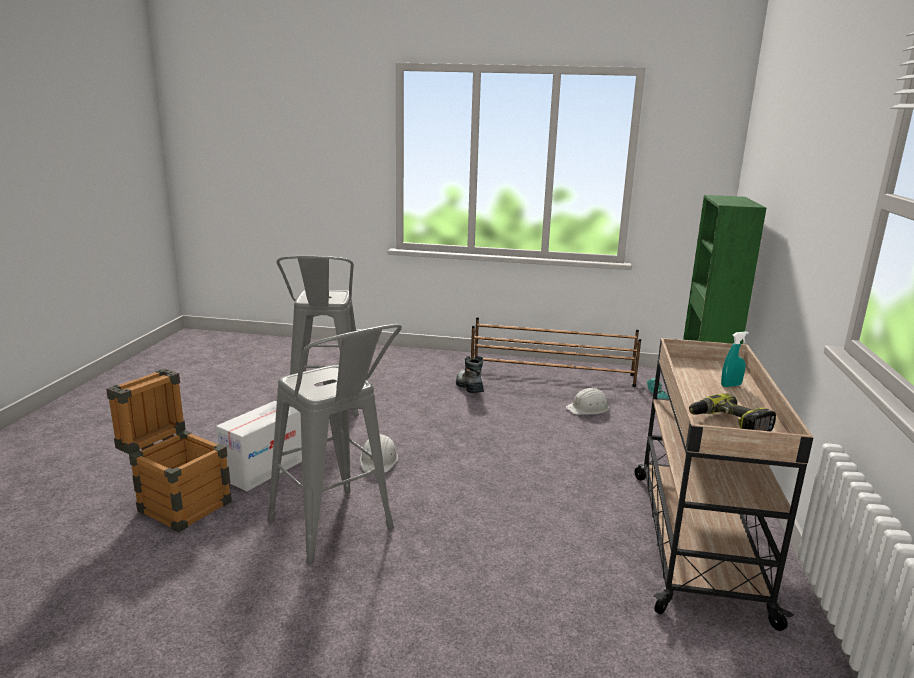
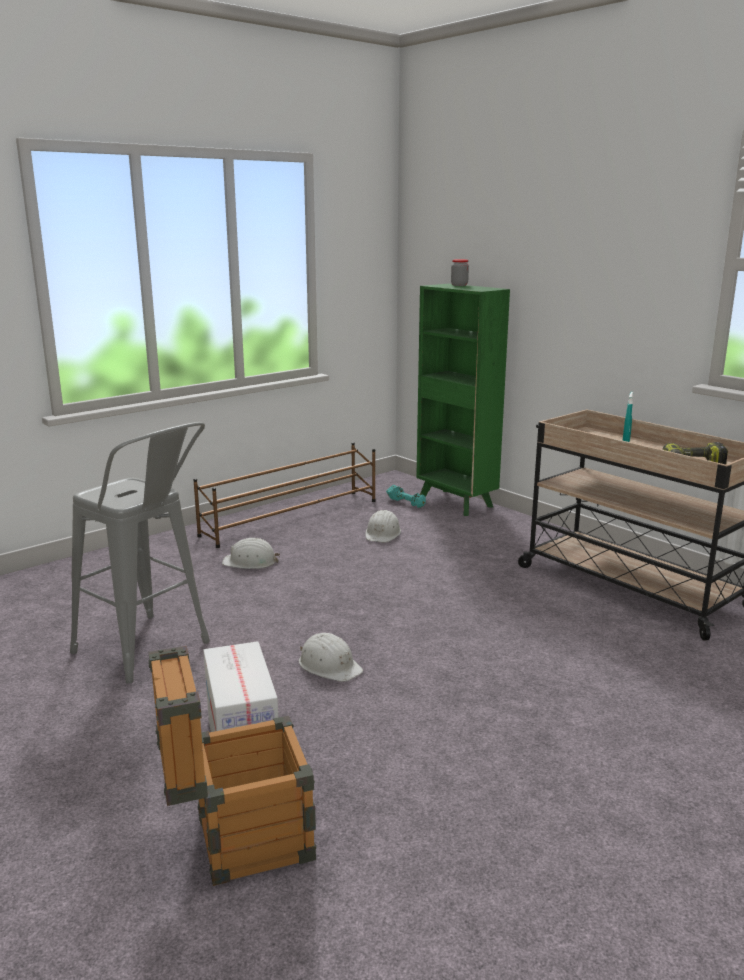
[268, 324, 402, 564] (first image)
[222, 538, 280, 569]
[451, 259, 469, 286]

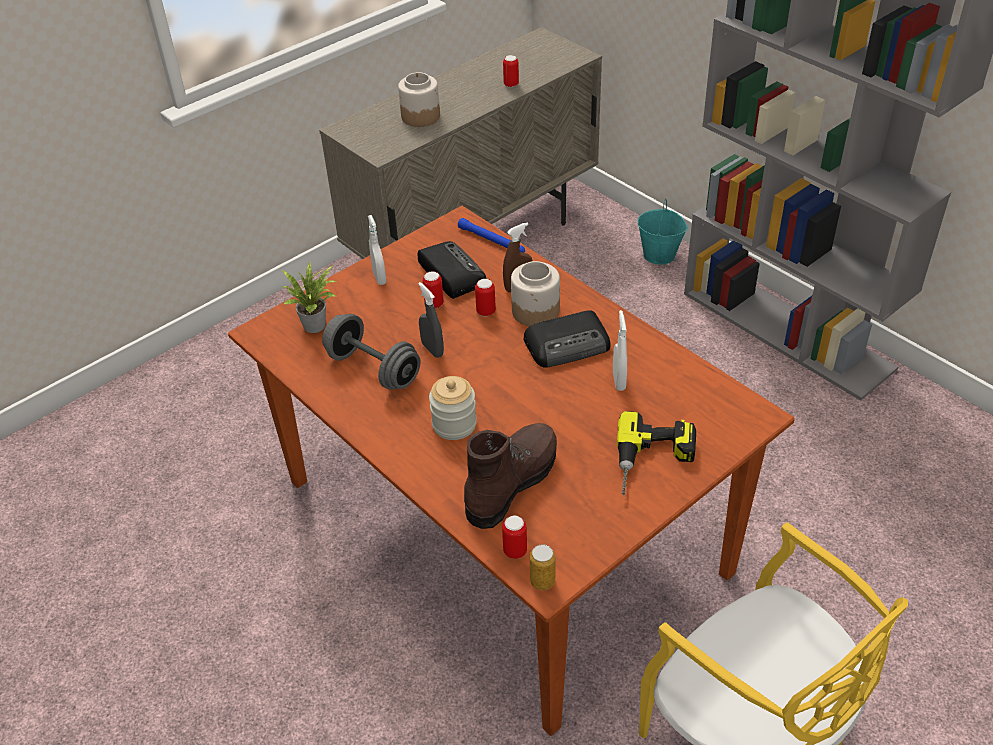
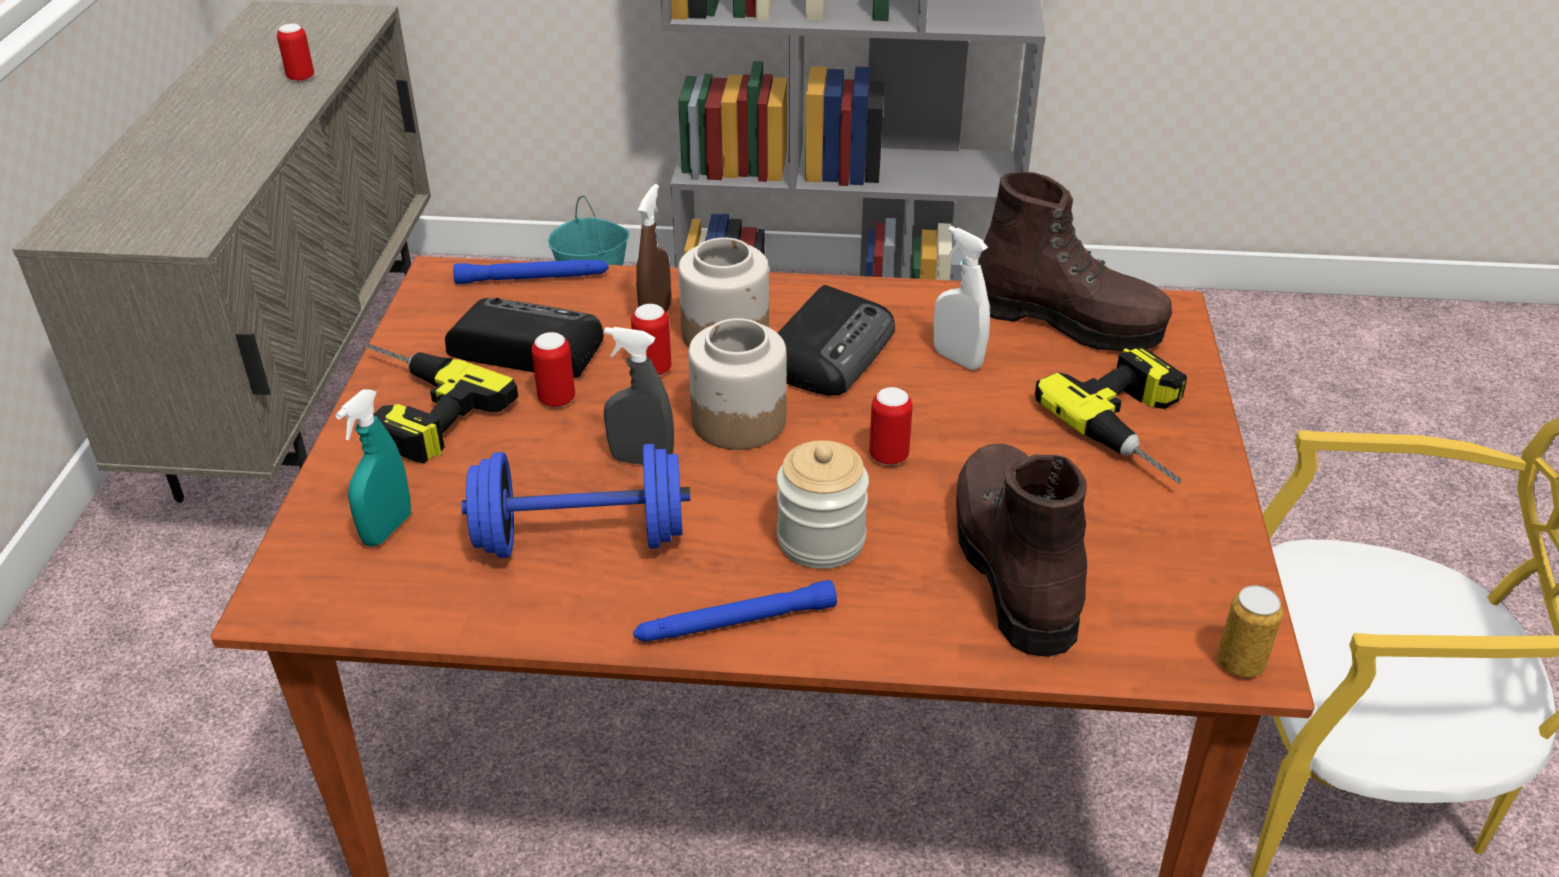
[335, 389, 411, 547]
[461, 444, 690, 558]
[367, 344, 518, 463]
[688, 318, 787, 450]
[869, 387, 913, 465]
[633, 580, 837, 642]
[978, 172, 1172, 351]

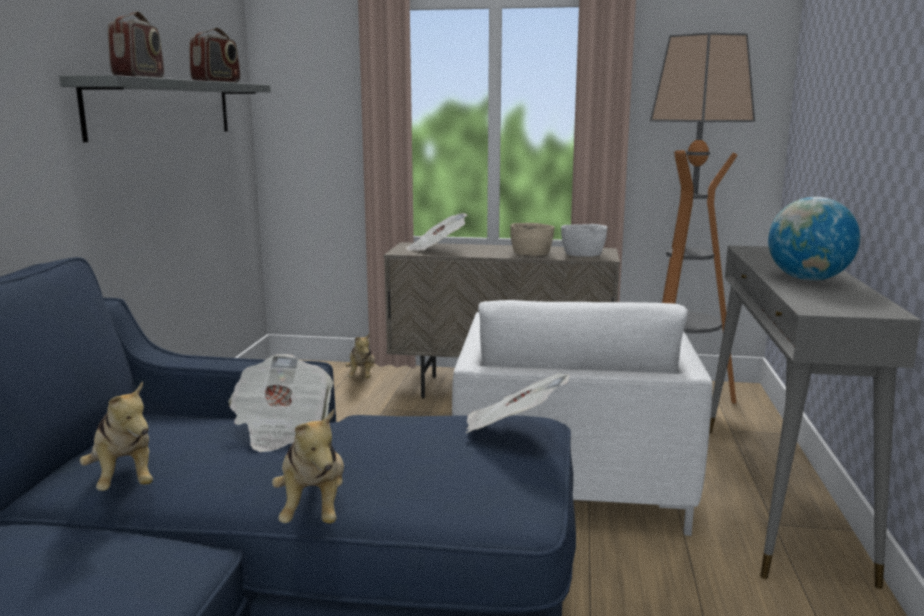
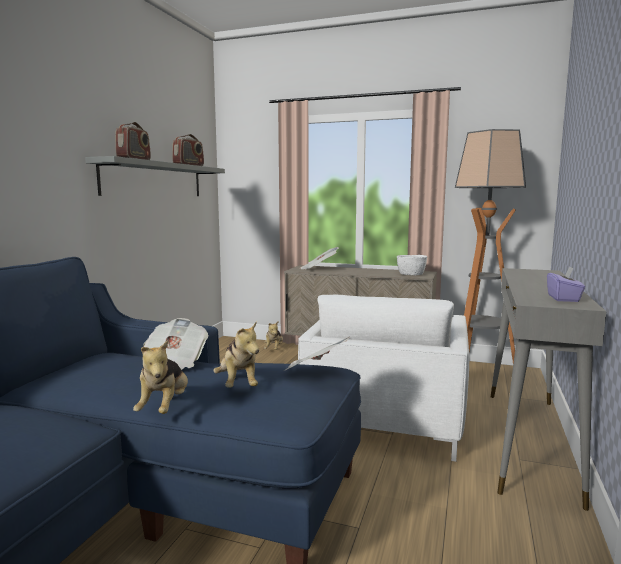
[213, 322, 259, 388]
[510, 223, 555, 256] (first image)
[768, 197, 860, 281] (first image)
[547, 266, 585, 302]

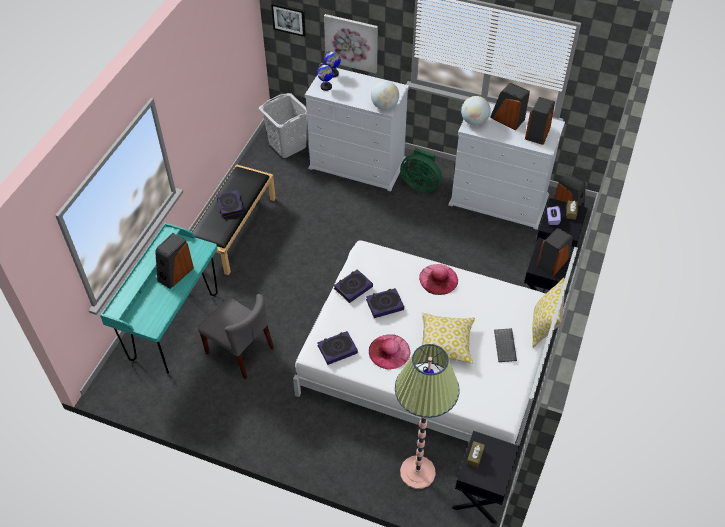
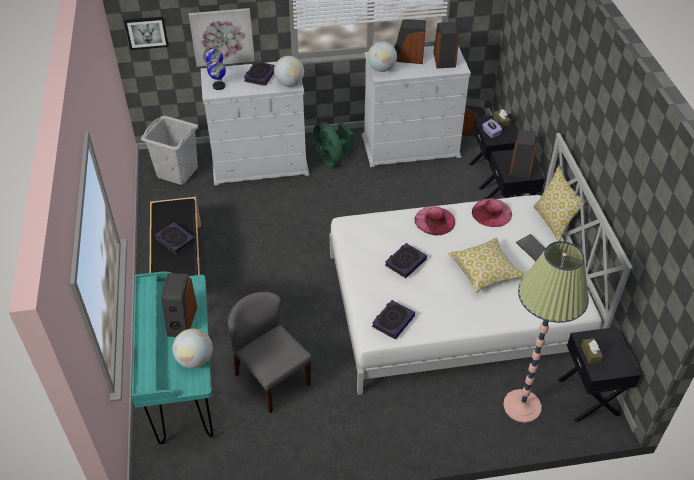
[228, 292, 312, 413]
[244, 61, 275, 86]
[472, 198, 512, 227]
[313, 122, 354, 167]
[173, 328, 213, 368]

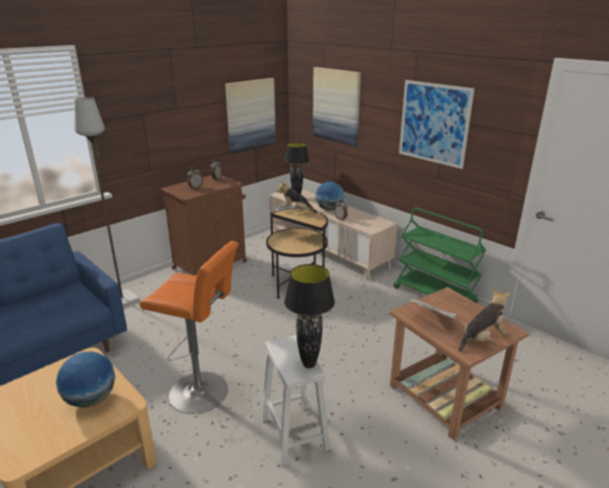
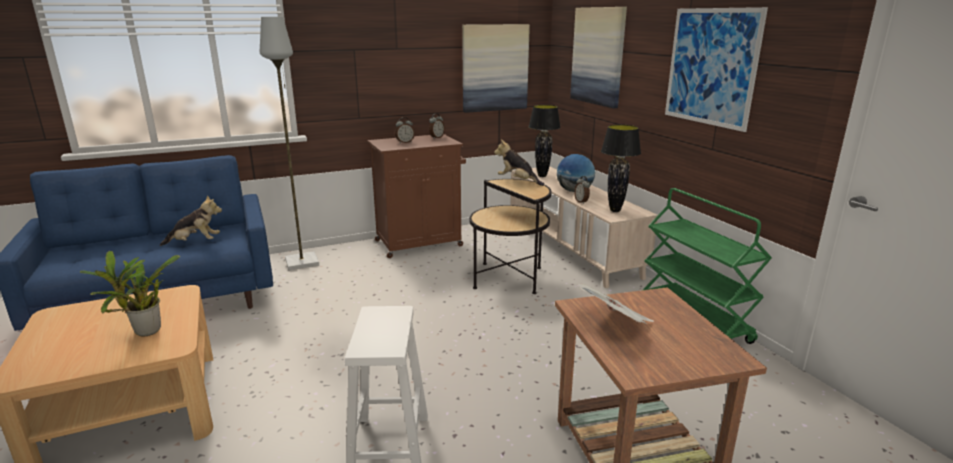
[80, 251, 180, 337]
[140, 241, 239, 414] (first image)
[601, 125, 641, 212]
[160, 195, 222, 246]

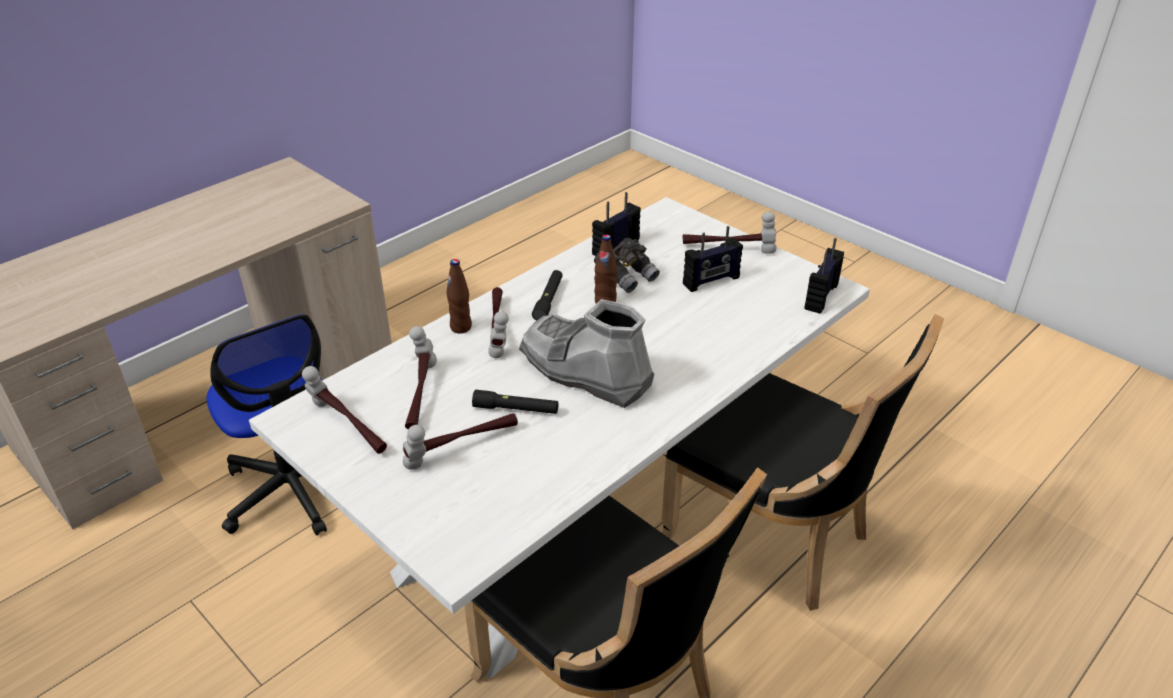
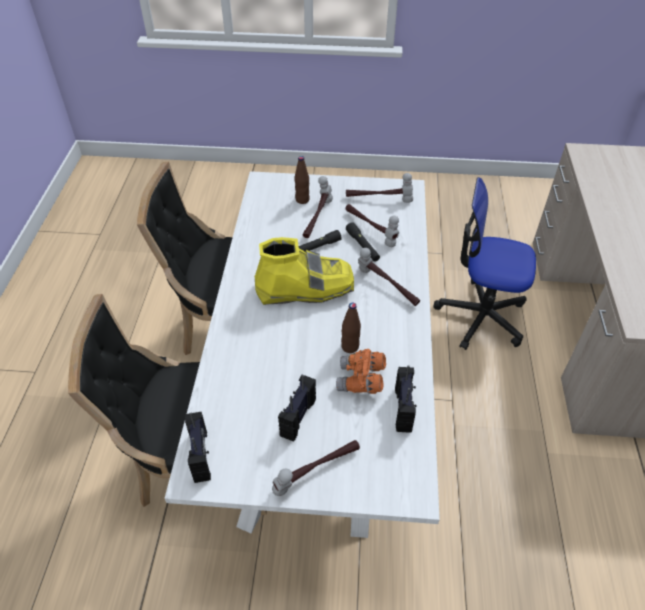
[294, 156, 310, 204]
[255, 237, 354, 305]
[346, 222, 380, 262]
[336, 349, 386, 394]

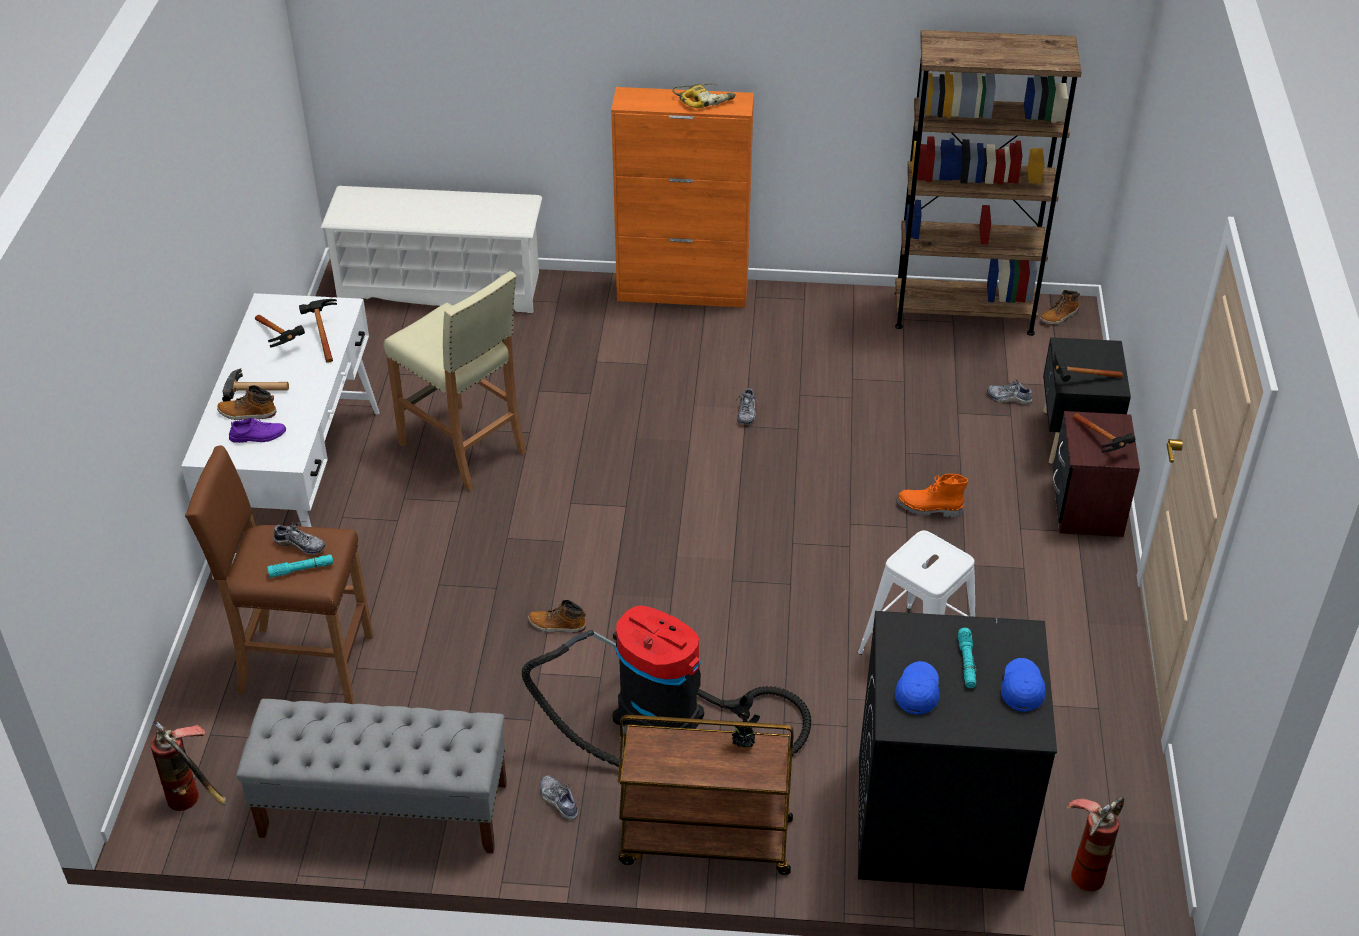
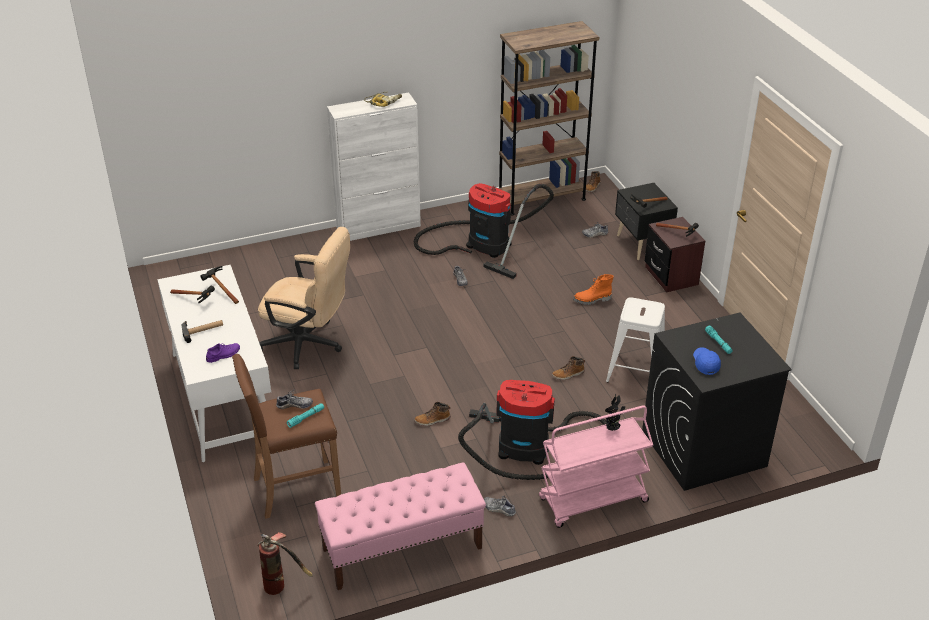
[552, 356, 585, 380]
[315, 462, 486, 590]
[321, 186, 542, 313] (first image)
[258, 227, 350, 369]
[327, 93, 421, 241]
[539, 405, 653, 528]
[1001, 658, 1046, 712] (first image)
[1067, 797, 1124, 891] (first image)
[414, 183, 554, 279]

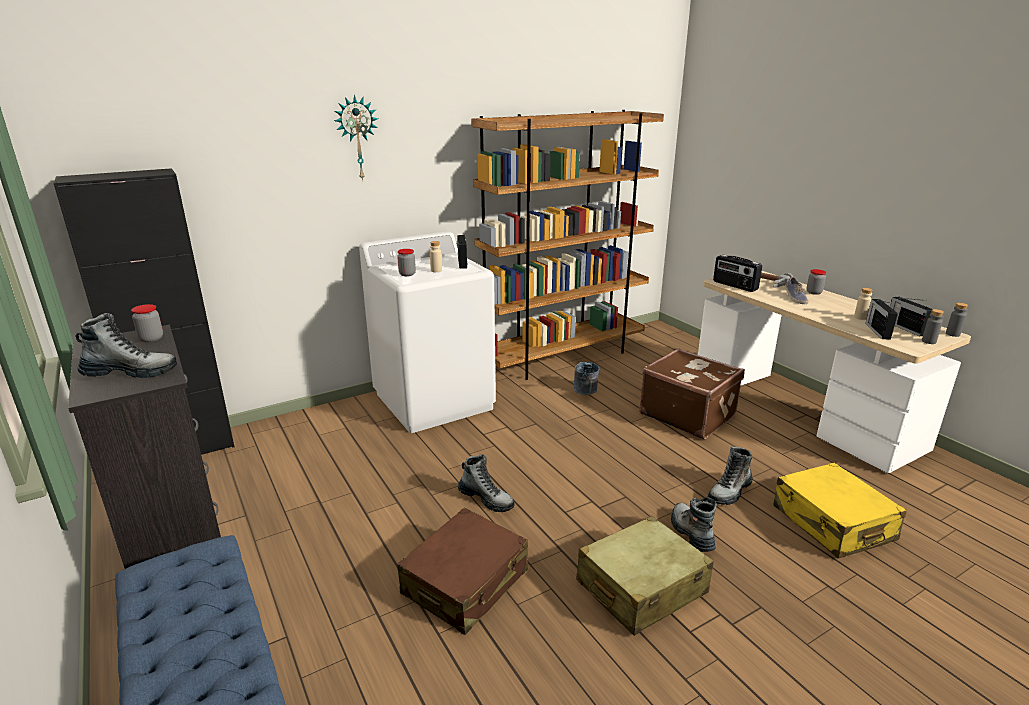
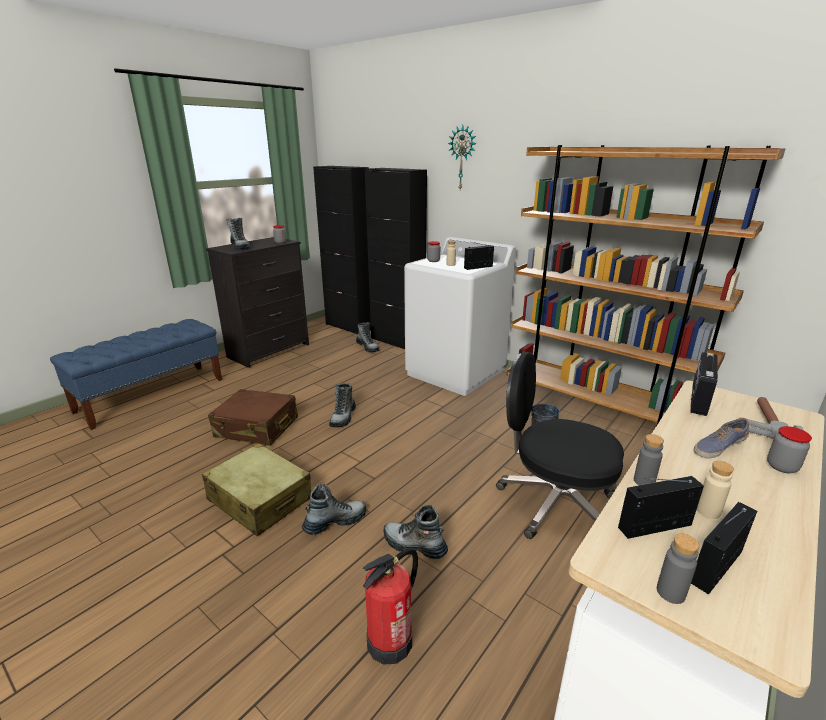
[496, 352, 624, 539]
[363, 548, 418, 664]
[634, 434, 664, 485]
[356, 322, 380, 352]
[365, 168, 427, 349]

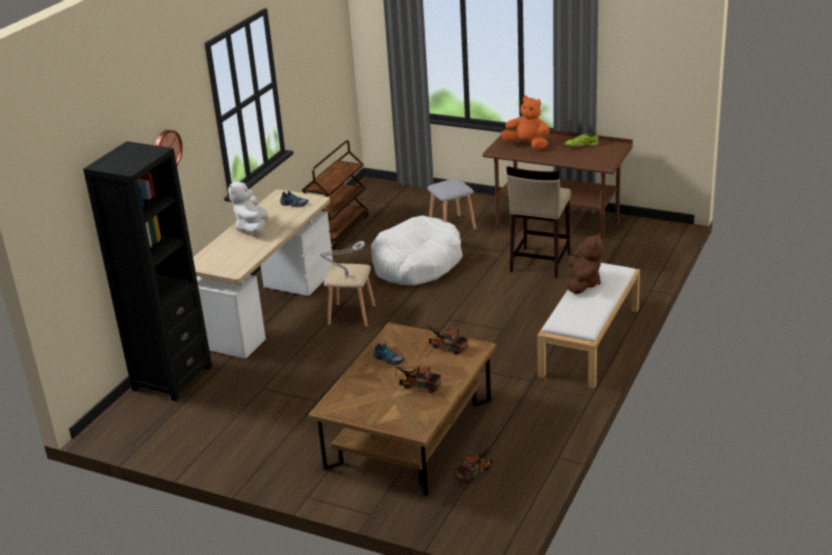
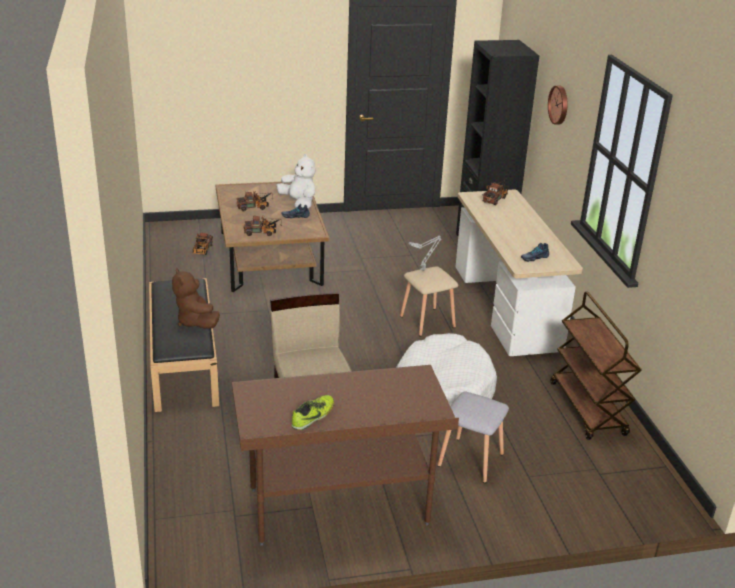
[276, 154, 316, 209]
[501, 96, 550, 150] (first image)
[149, 278, 219, 412]
[483, 179, 508, 205]

